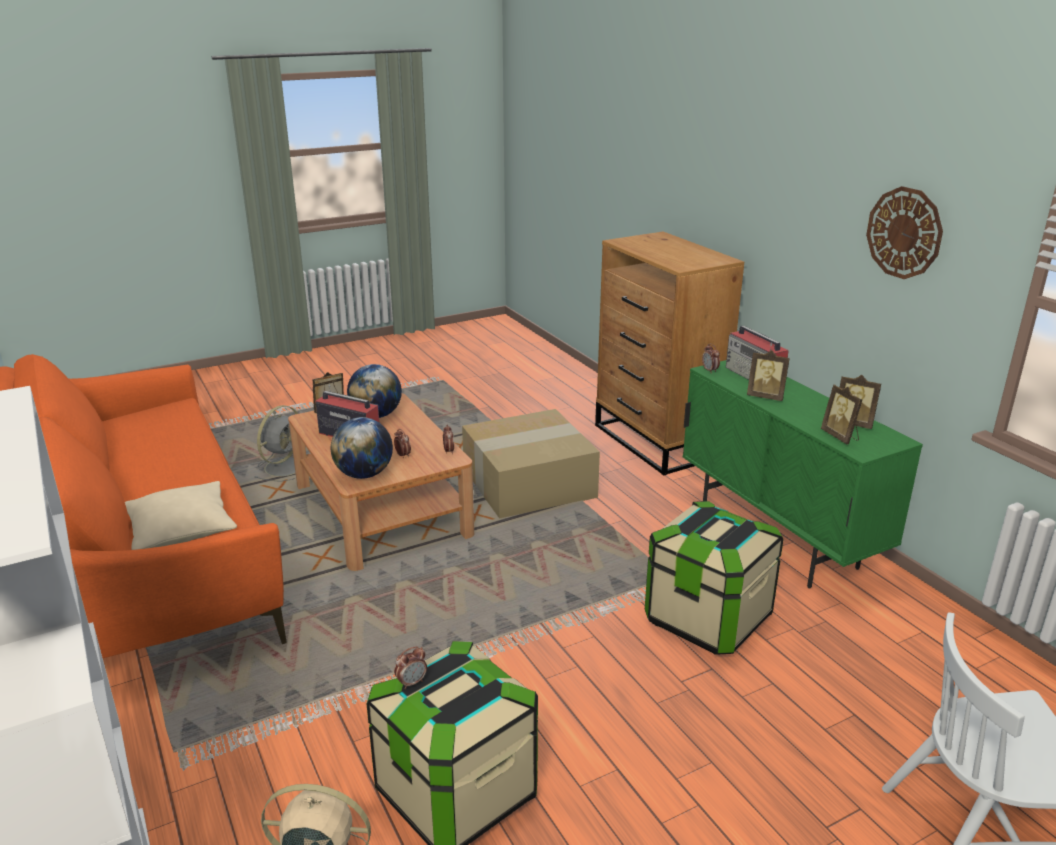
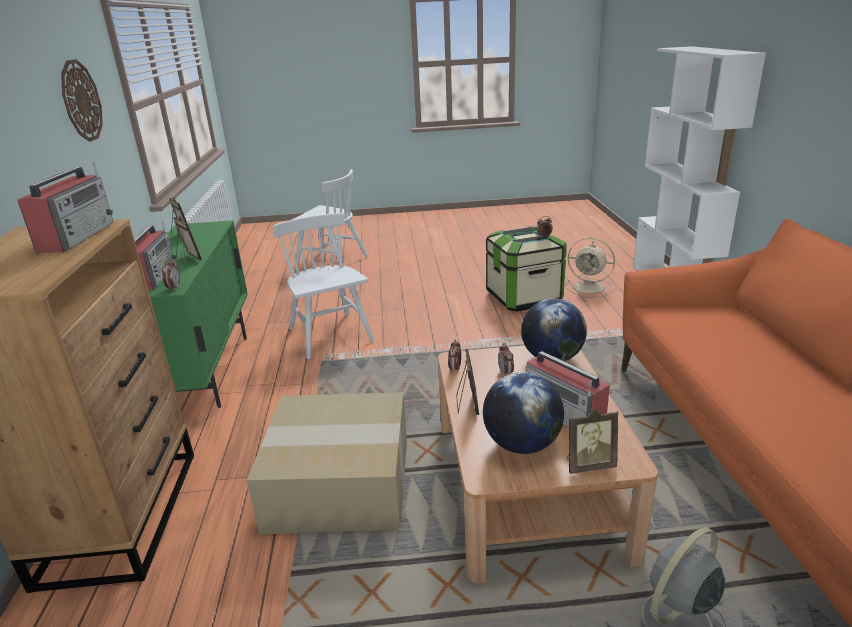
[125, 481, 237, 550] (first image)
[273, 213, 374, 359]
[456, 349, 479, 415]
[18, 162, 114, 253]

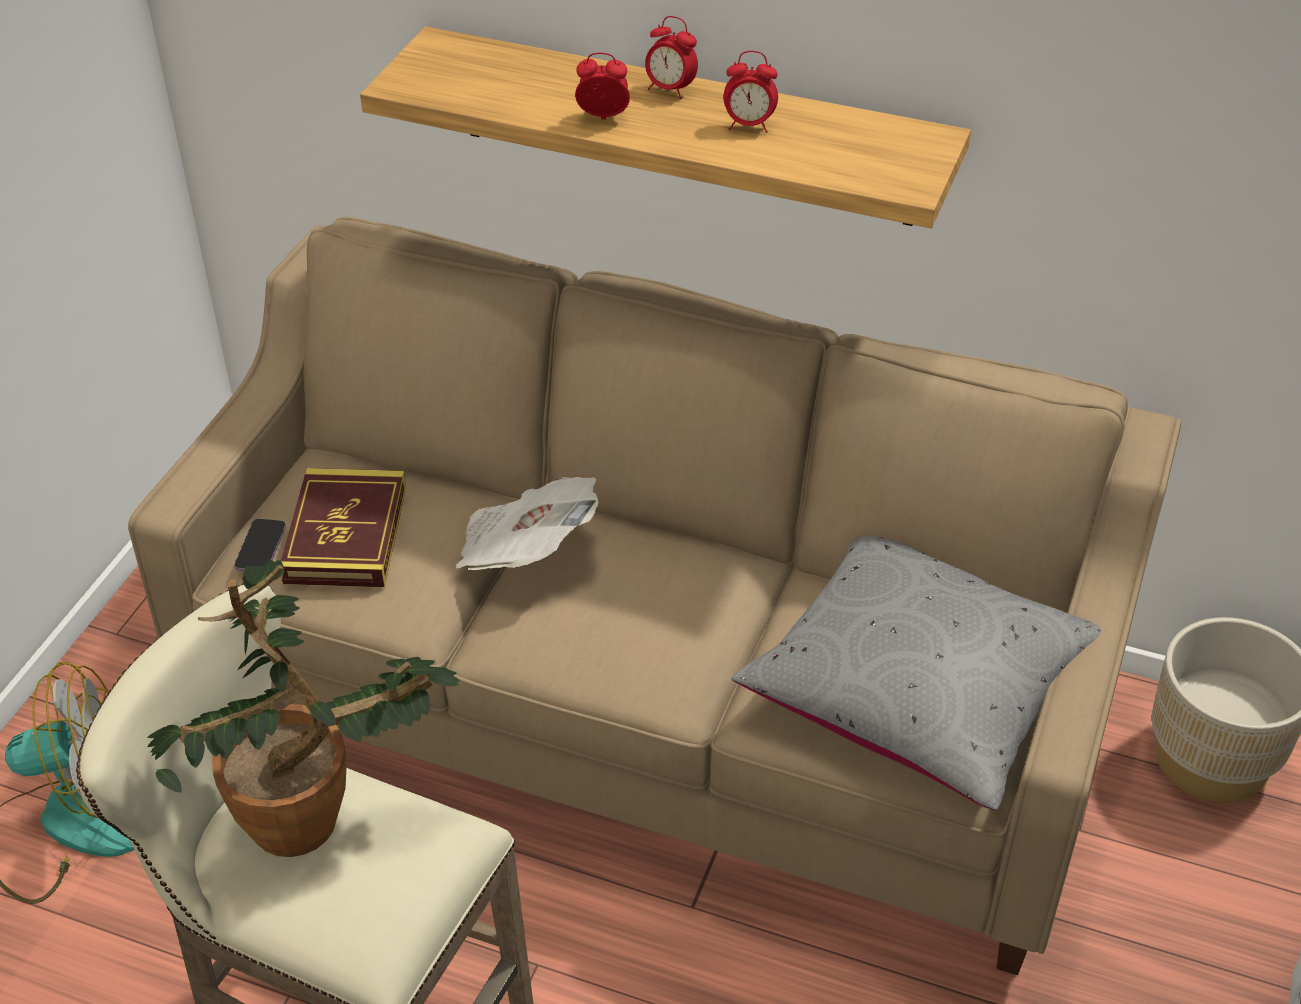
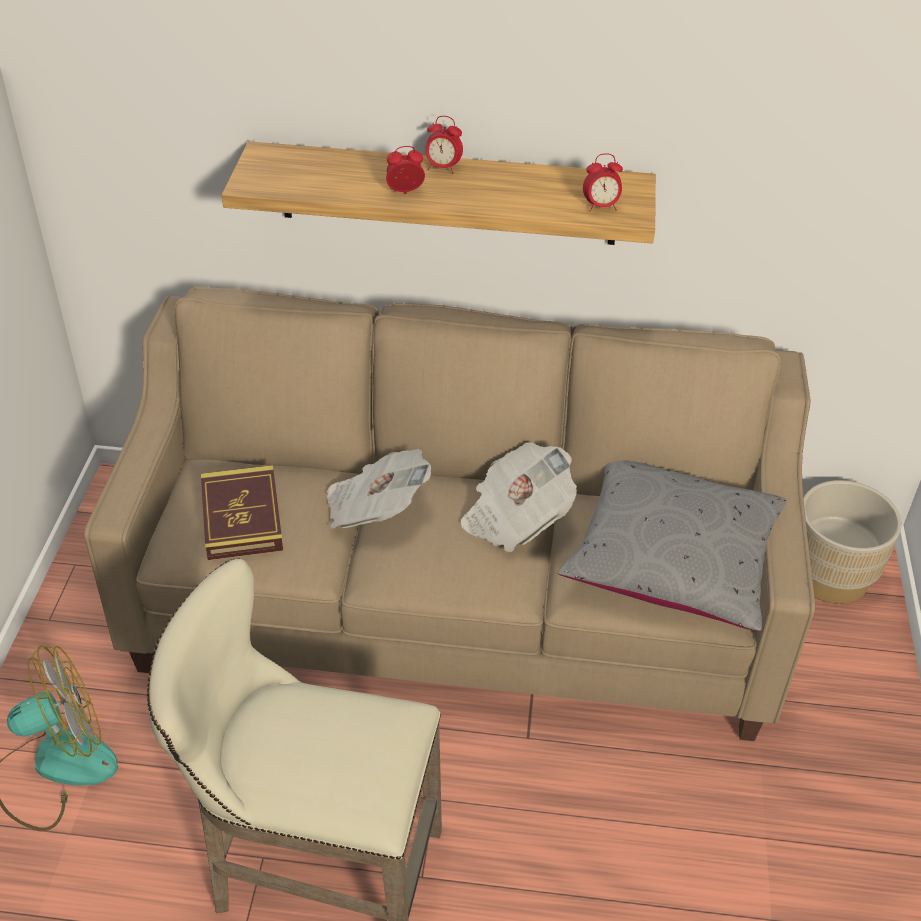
[147, 560, 460, 857] (first image)
[234, 519, 286, 571] (first image)
[583, 153, 623, 212]
[461, 442, 577, 552]

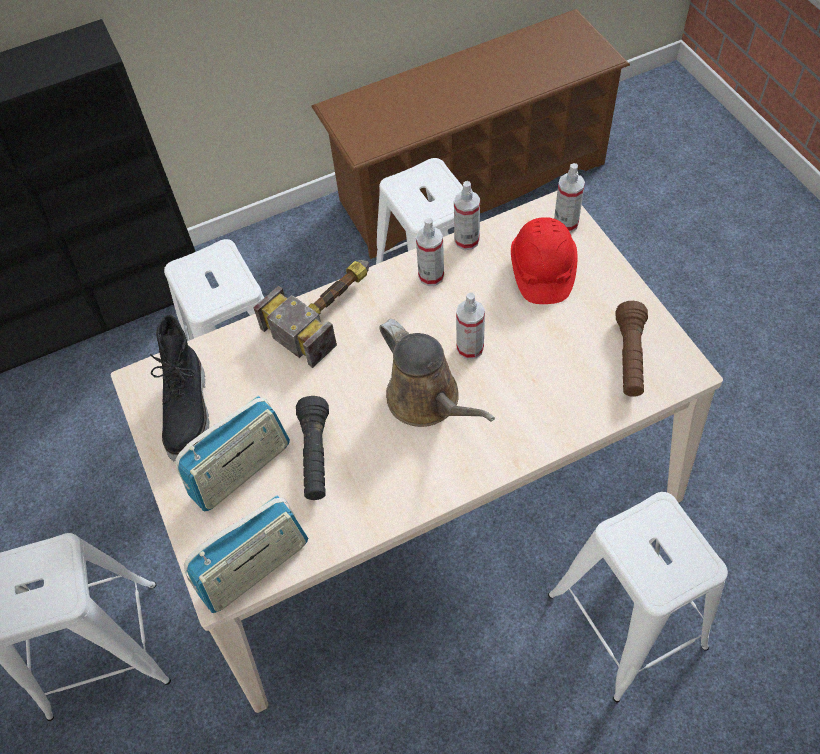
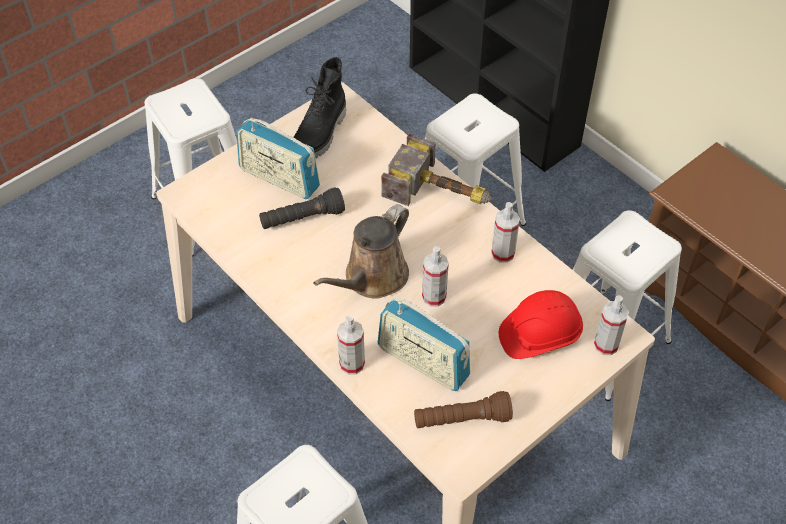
[293, 57, 346, 159]
[378, 298, 470, 391]
[337, 315, 365, 375]

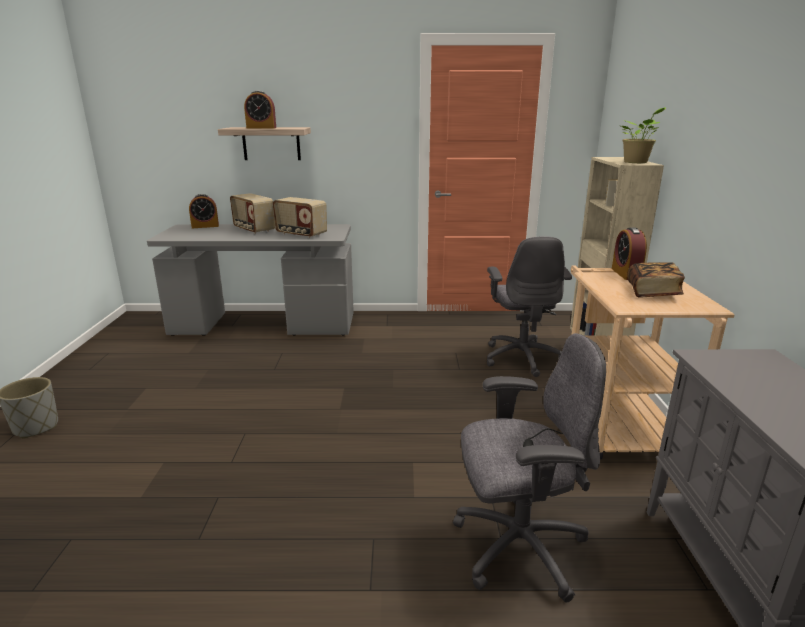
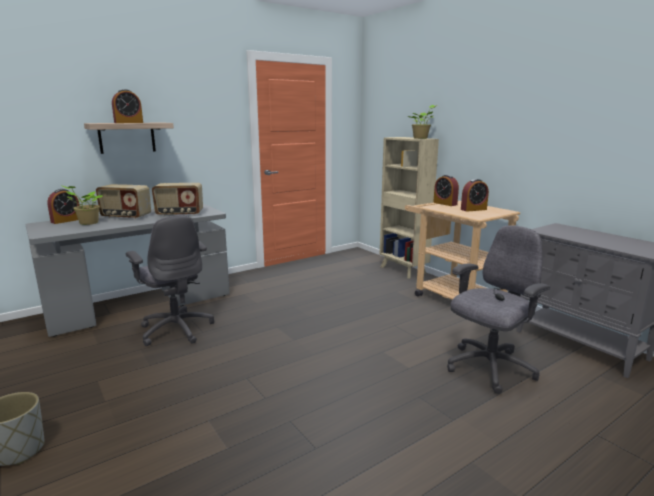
[126, 215, 214, 346]
[461, 179, 489, 212]
[60, 185, 103, 225]

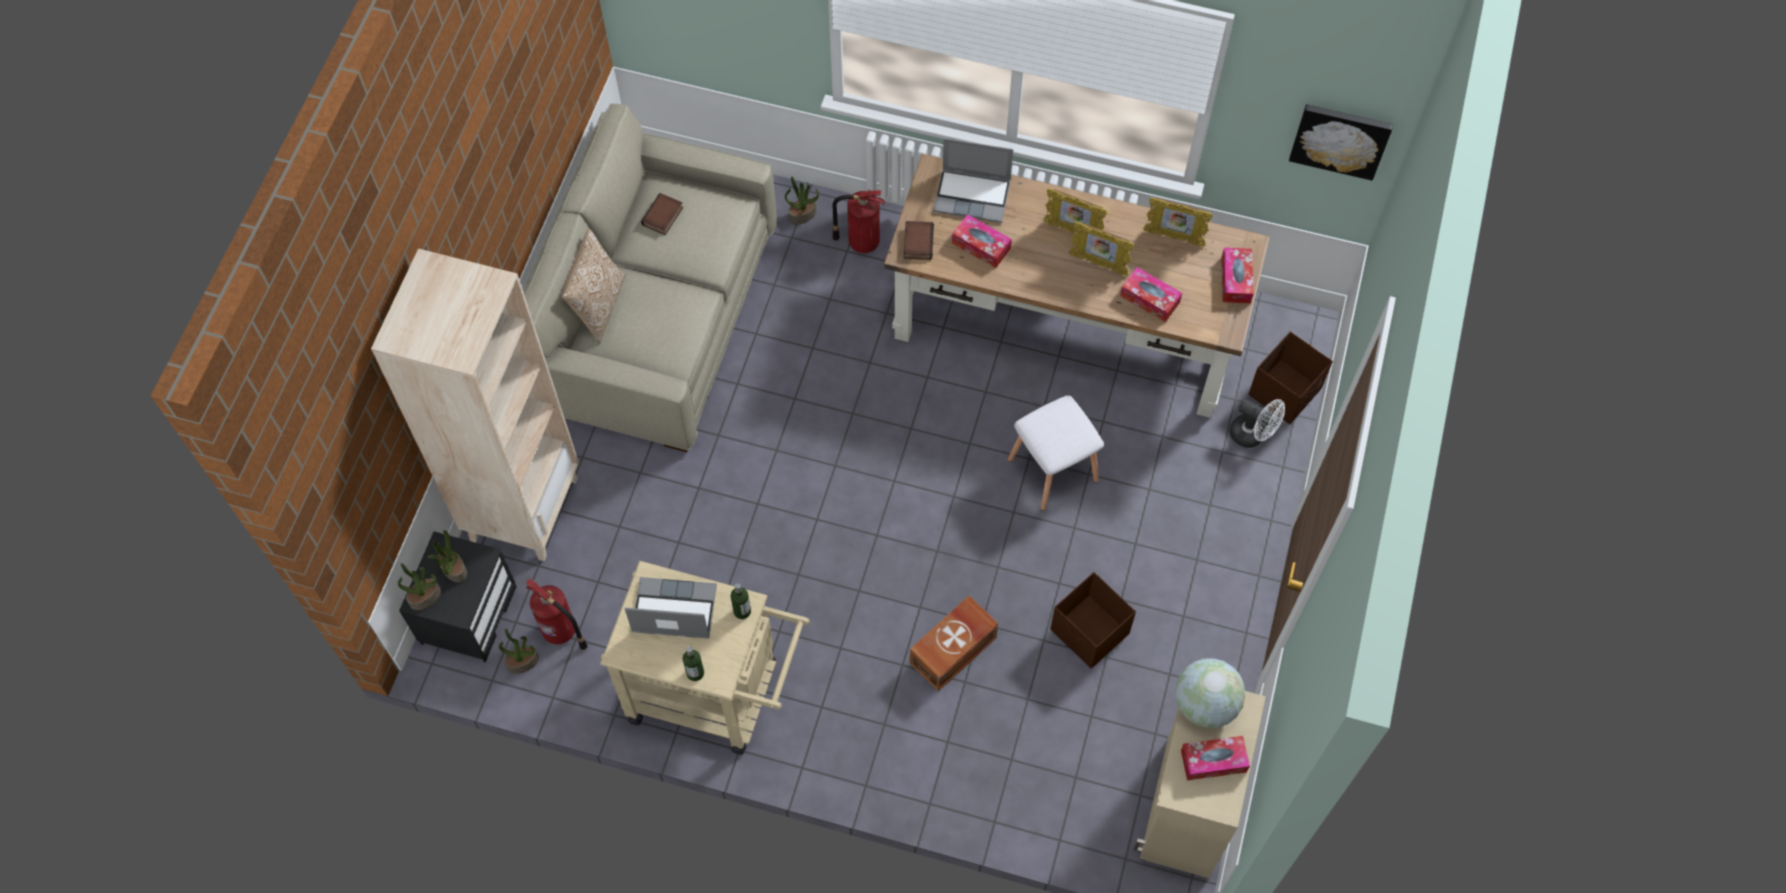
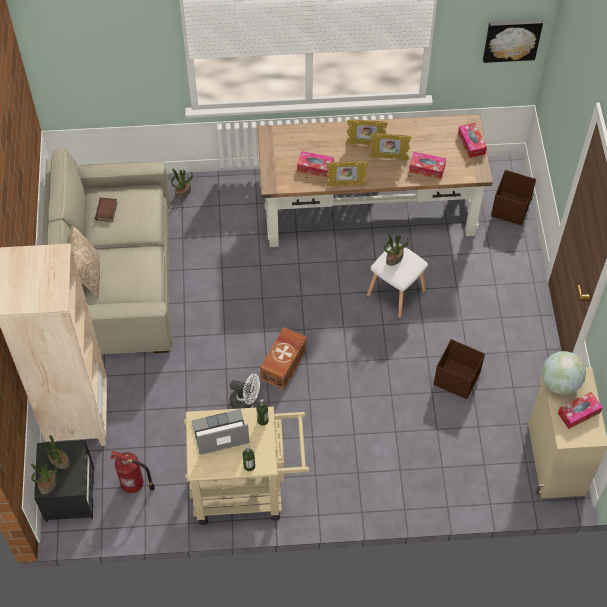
[384, 233, 409, 266]
[832, 190, 885, 253] (first image)
[904, 221, 934, 260] (first image)
[260, 327, 307, 390]
[933, 138, 1013, 223] (first image)
[326, 161, 368, 187]
[230, 374, 260, 409]

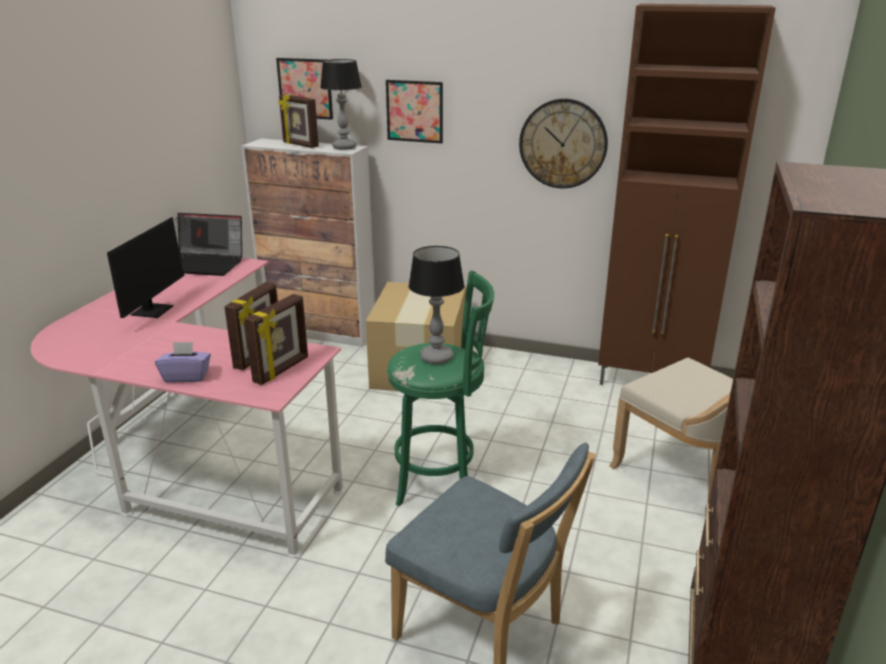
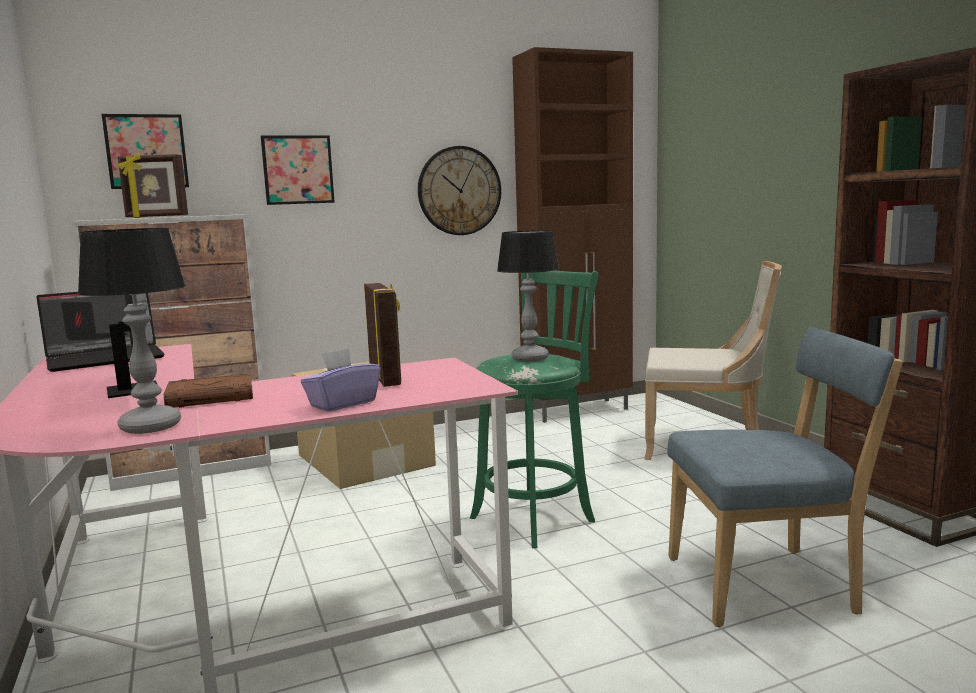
[244, 294, 308, 385] (first image)
[78, 228, 186, 434]
[164, 373, 253, 408]

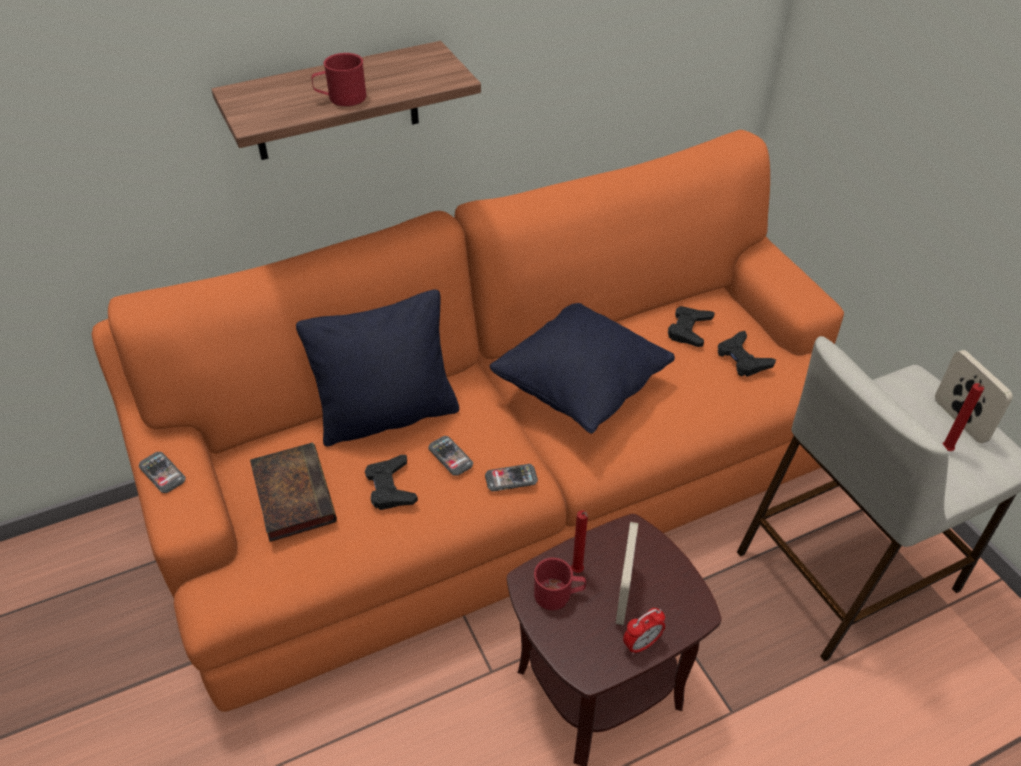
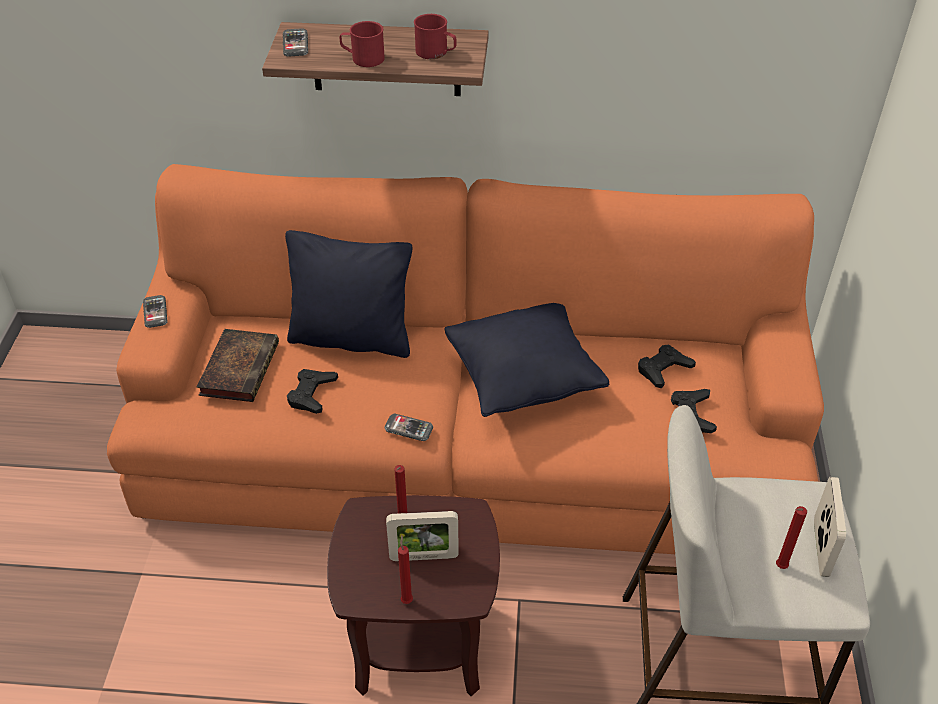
[283, 28, 308, 57]
[414, 14, 456, 59]
[386, 511, 459, 561]
[398, 535, 413, 604]

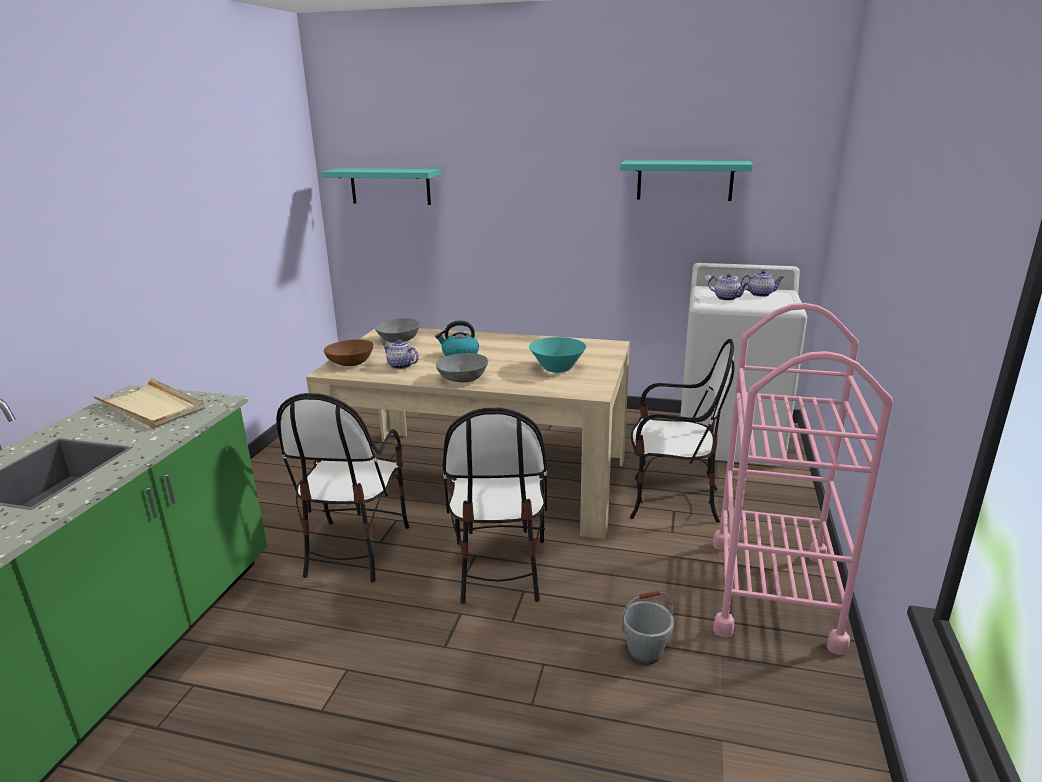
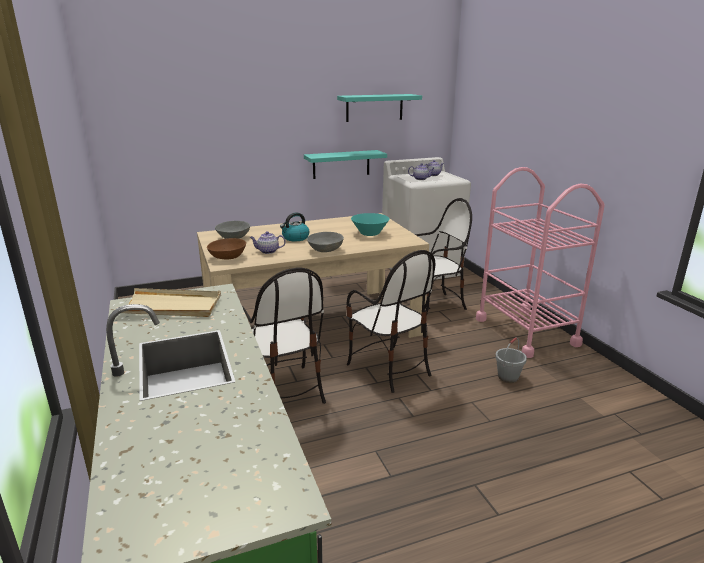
[304, 150, 387, 179]

